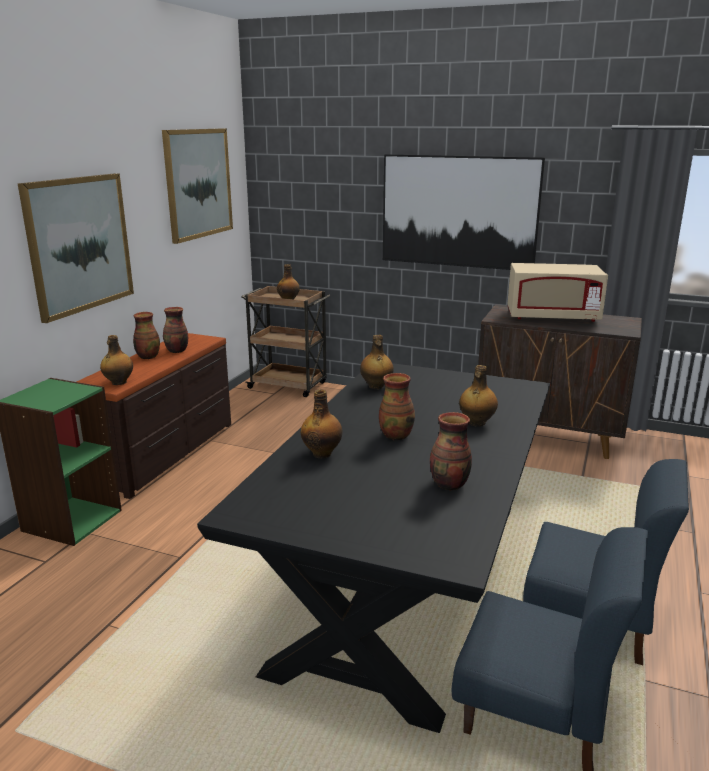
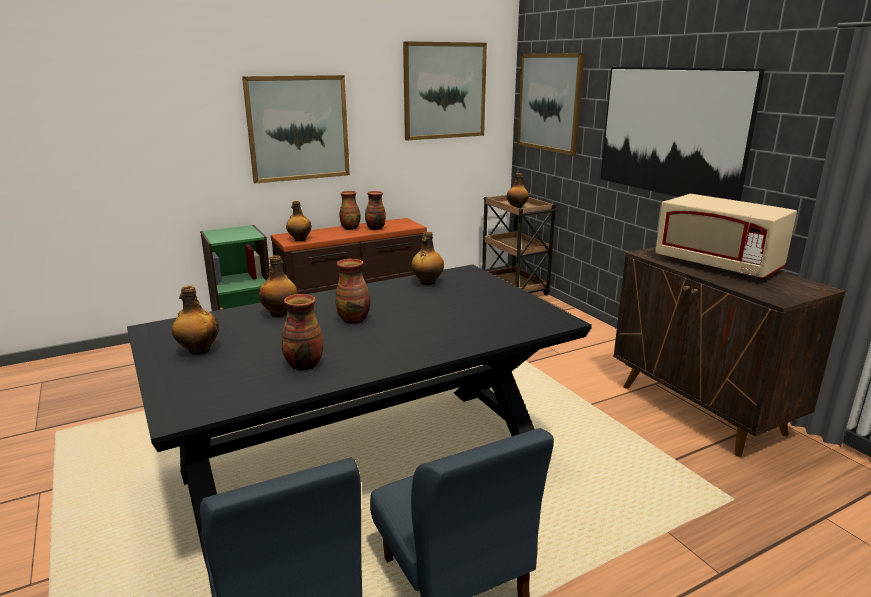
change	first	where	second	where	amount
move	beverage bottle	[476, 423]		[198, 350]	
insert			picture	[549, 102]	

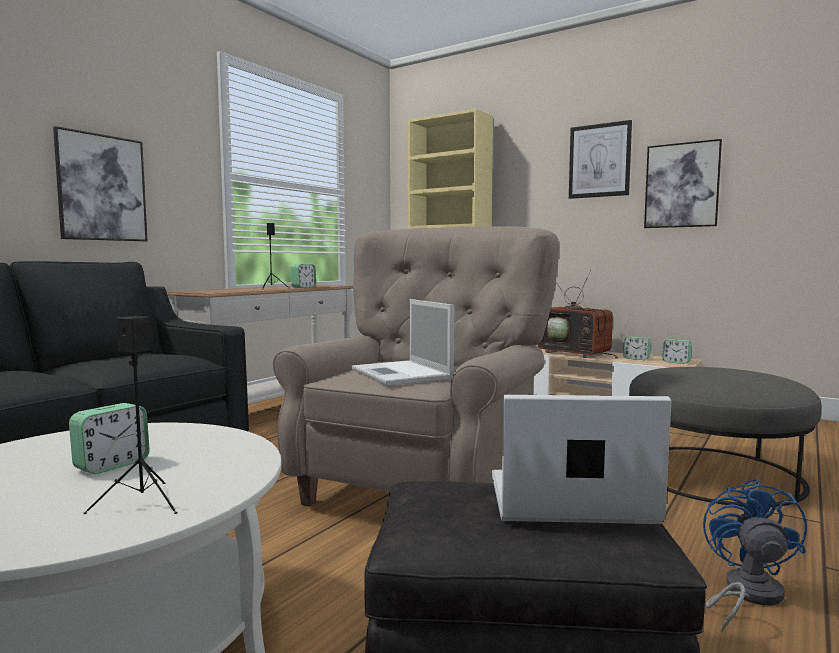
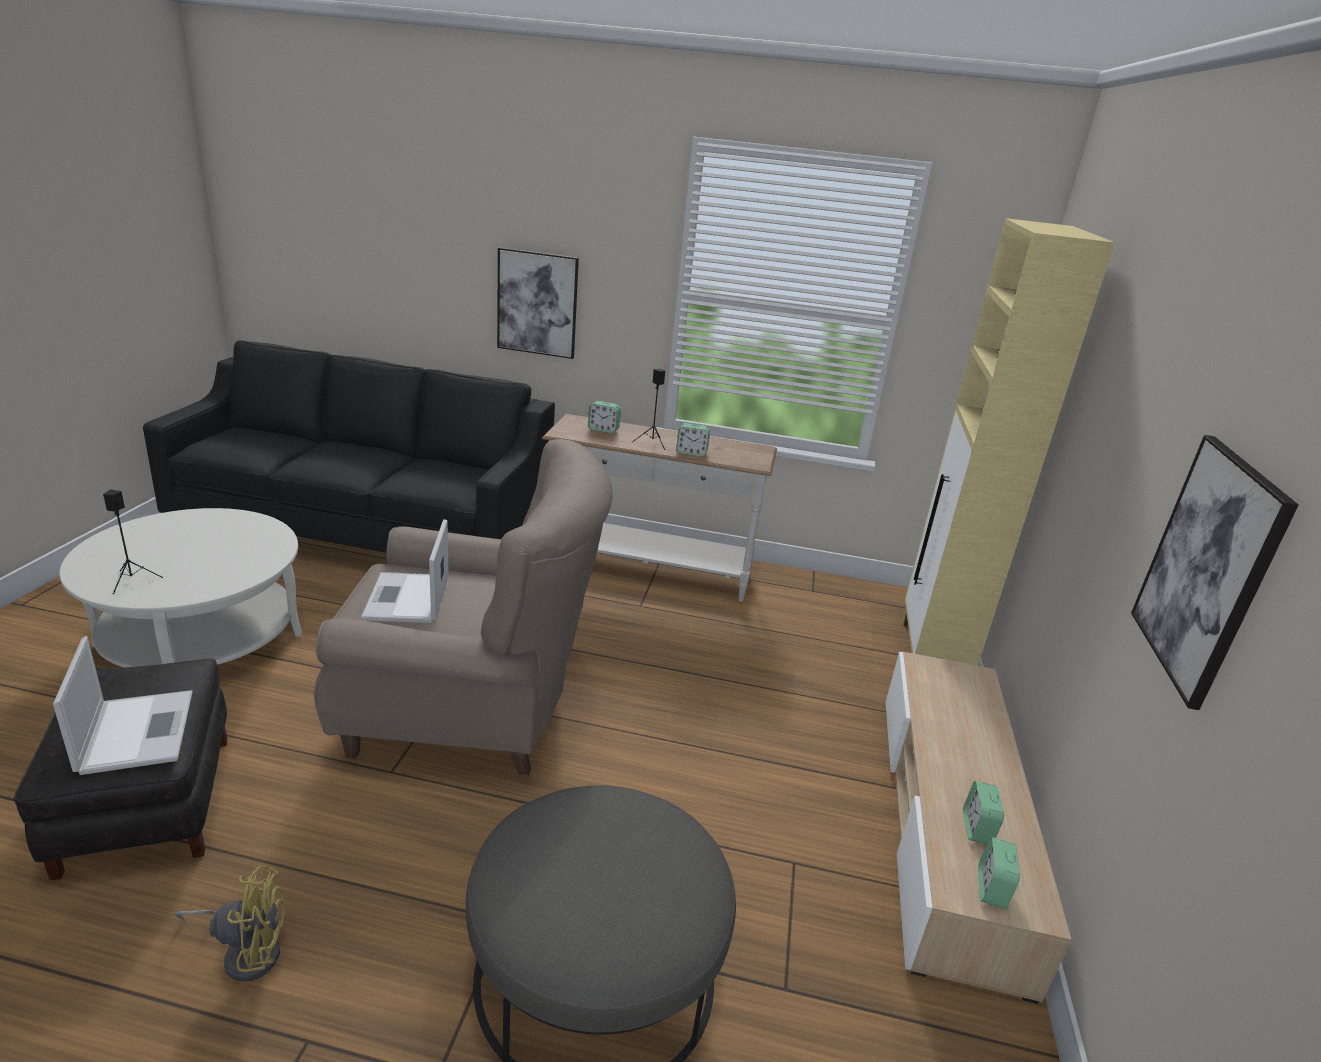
change	first	where	second	where	amount
delete	picture	[599, 160]			
delete	TV	[577, 353]			
rotate	notebook computer	[402, 374]		[407, 599]	45 degrees counterclockwise
move	table clock	[112, 465]		[603, 429]	
recolor	bluish fan	[746, 595]	yellowish fan	[246, 951]	

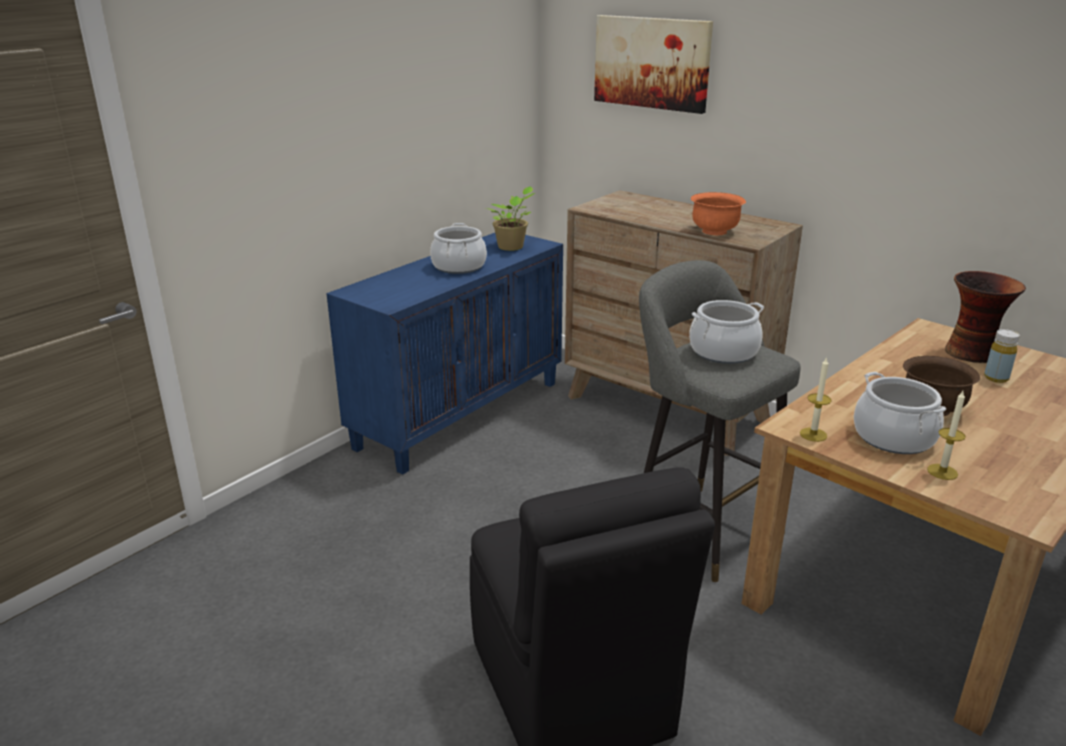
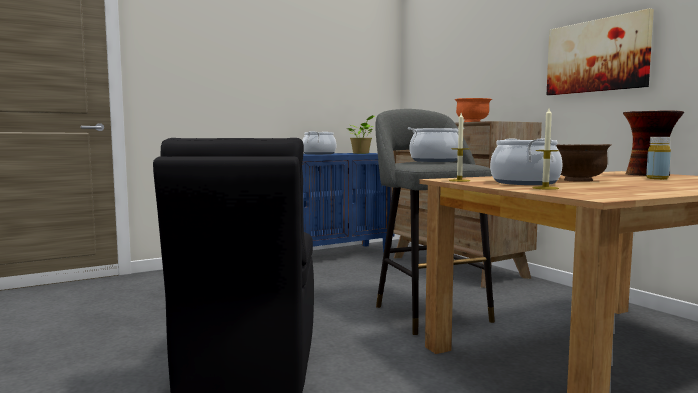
change	first	where	second	where	amount
move	picture	[652, 62]		[597, 56]	

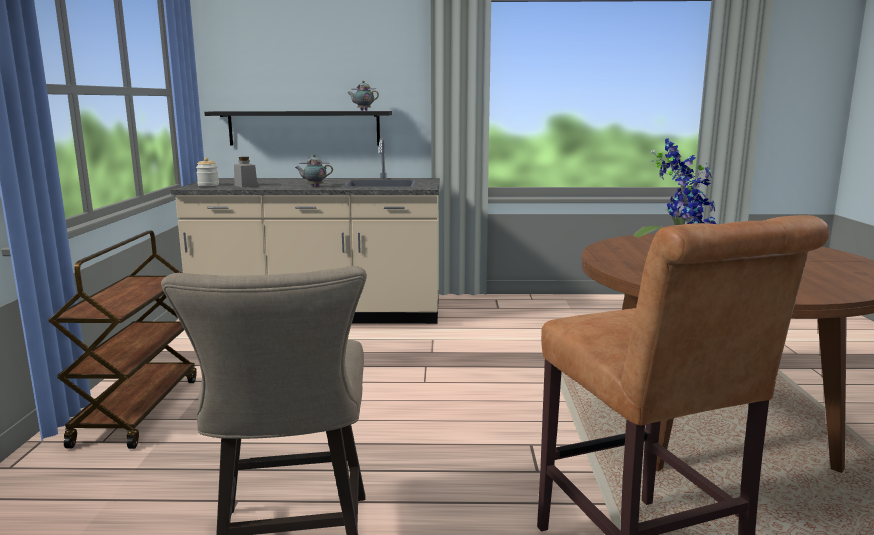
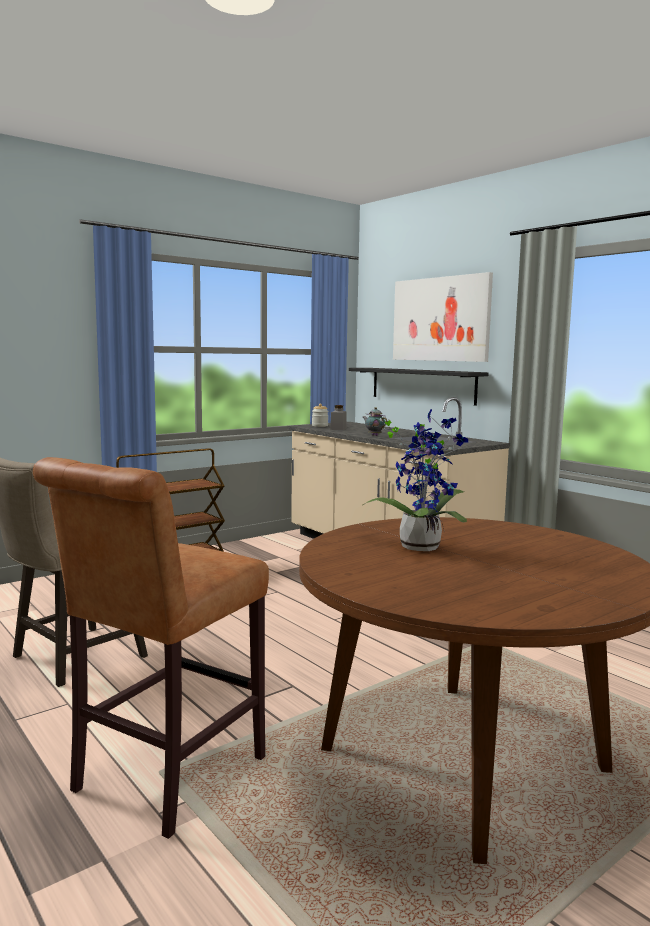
change	first	where	second	where	amount
delete	teapot	[363, 110]			
insert			picture	[440, 319]	

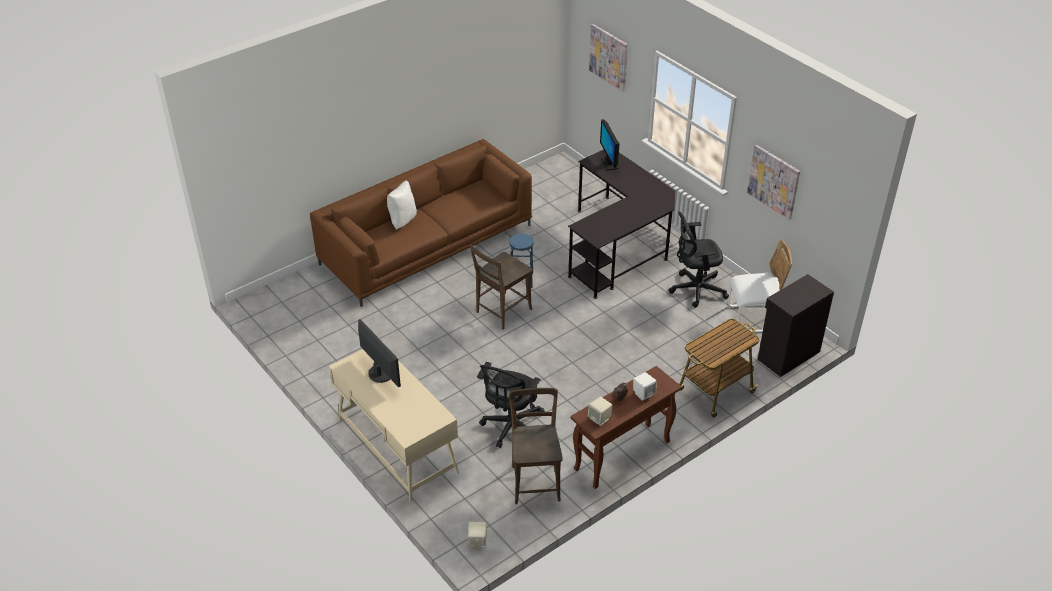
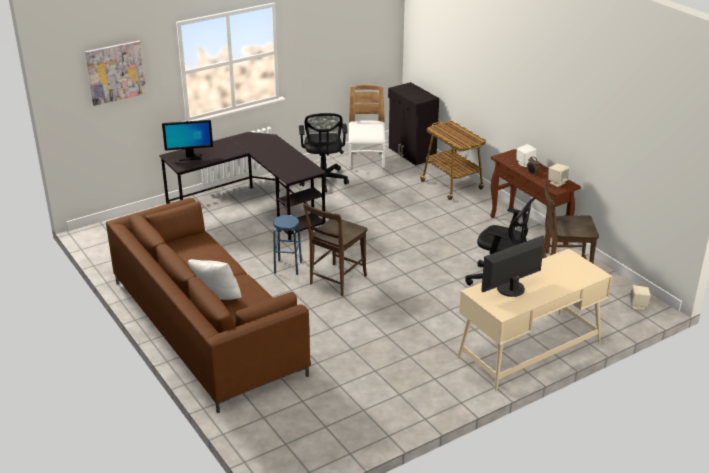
change	first	where	second	where	amount
delete	picture	[774, 181]			
rotate	brown-coloured plain chair	[501, 312]		[336, 281]	75 degrees clockwise

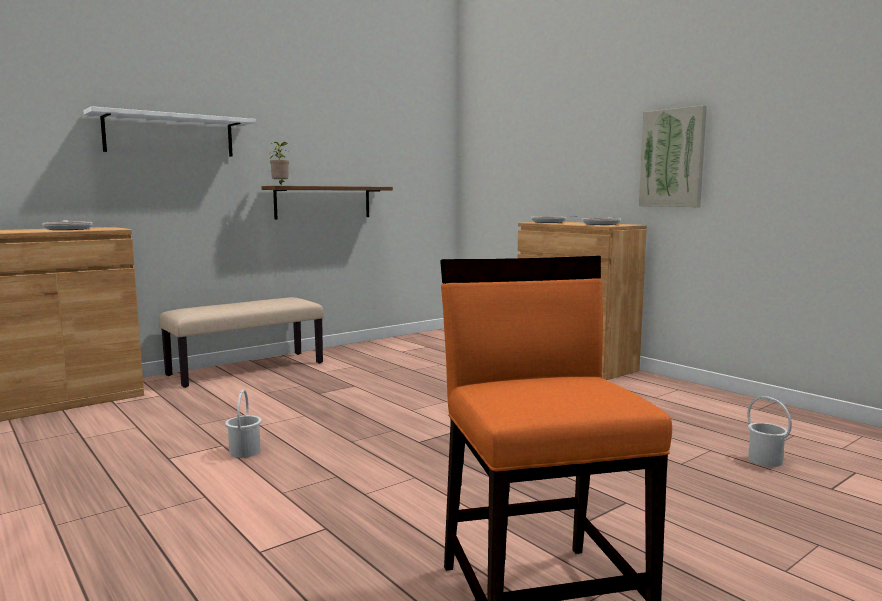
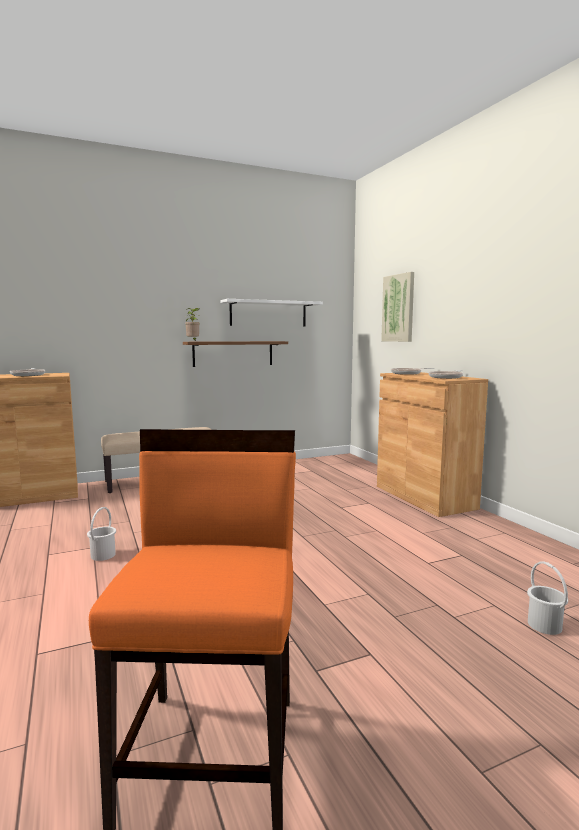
change	first	where	second	where	amount
move	picture	[672, 158]		[398, 308]	
move	white shelf	[170, 135]		[268, 313]	

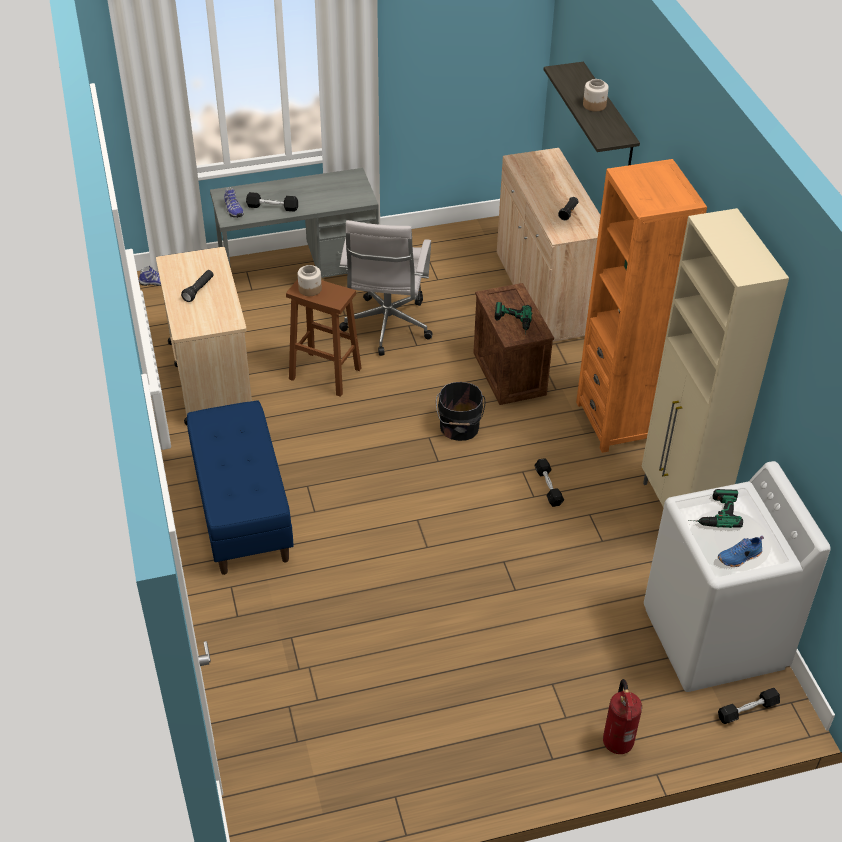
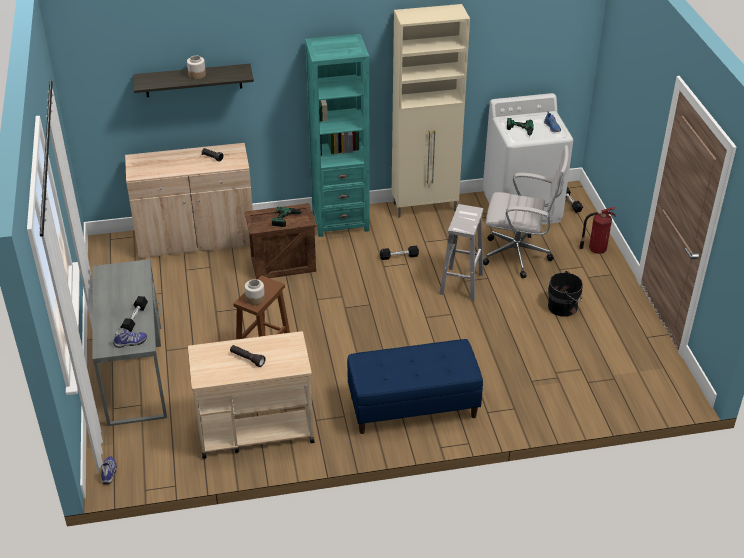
change	first	where	second	where	amount
recolor	orange-coloured bookcase	[618, 421]	turquoise-coloured bookcase	[340, 221]	
move	white computer chair	[386, 328]		[519, 256]	
move	black-coloured bucket	[459, 428]		[564, 307]	
insert			white sitting stool	[461, 284]	

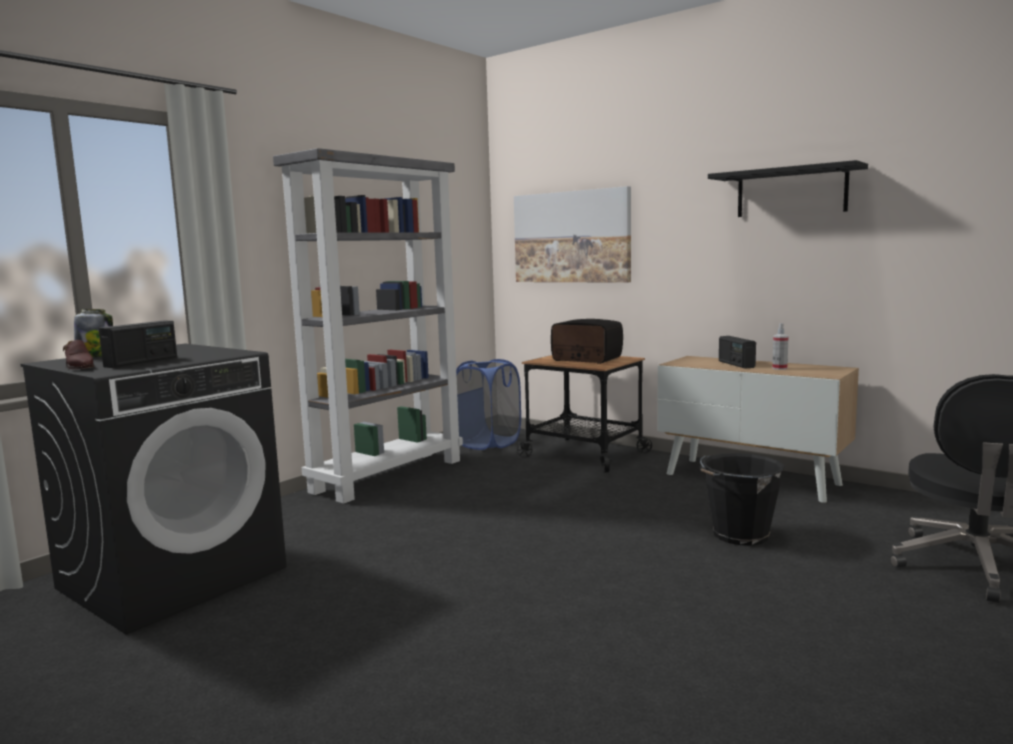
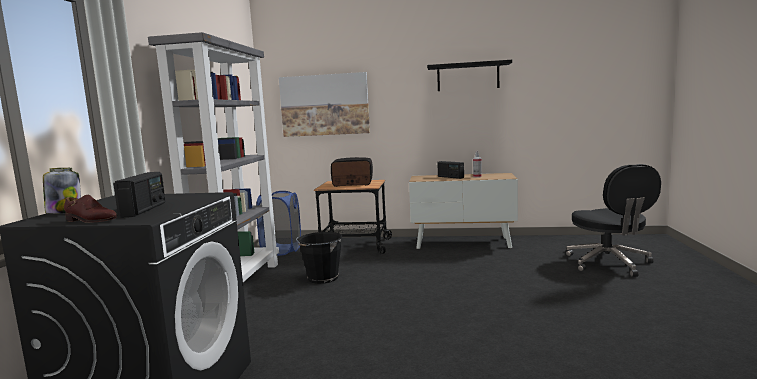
change	first	where	second	where	amount
move	black-coloured bucket	[738, 535]		[322, 278]	

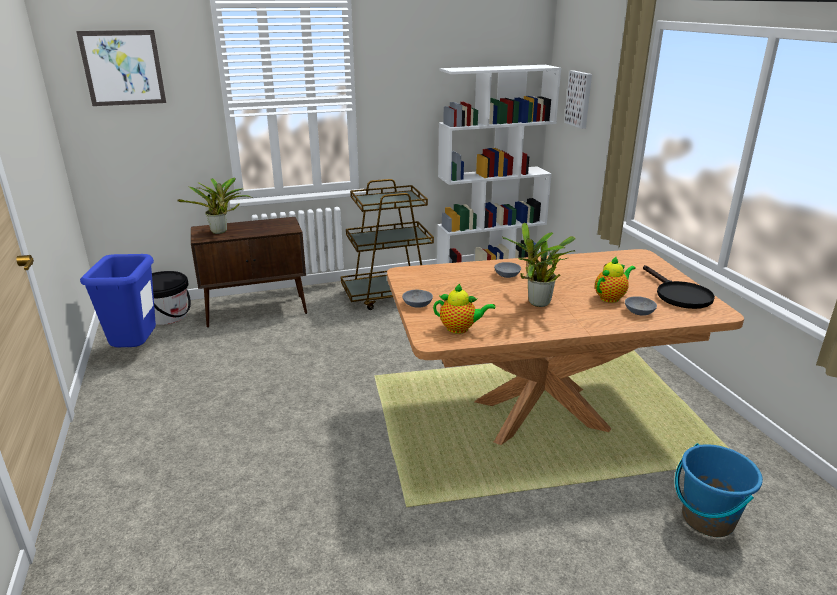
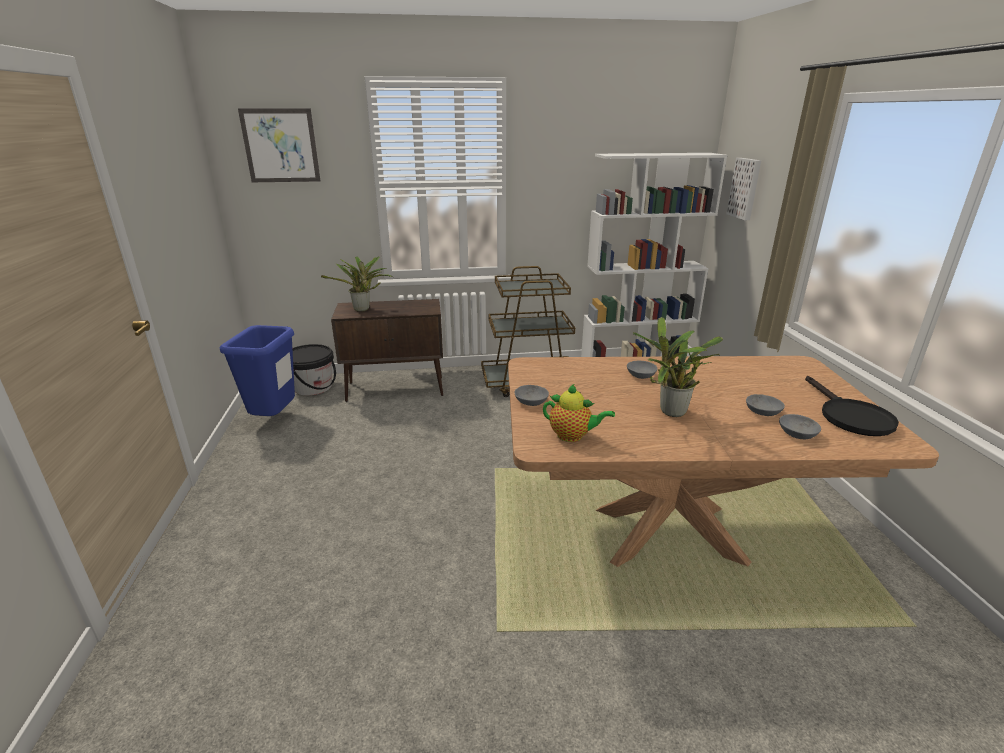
change	first	where	second	where	amount
replace	teapot	[611, 297]	gray bowl	[762, 412]	
delete	bluish bucket	[707, 519]			

